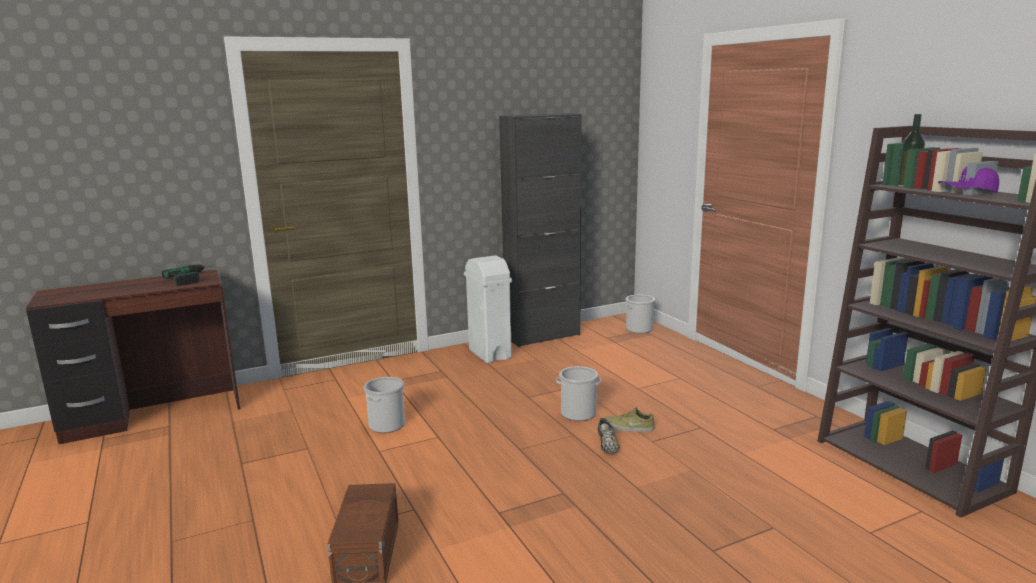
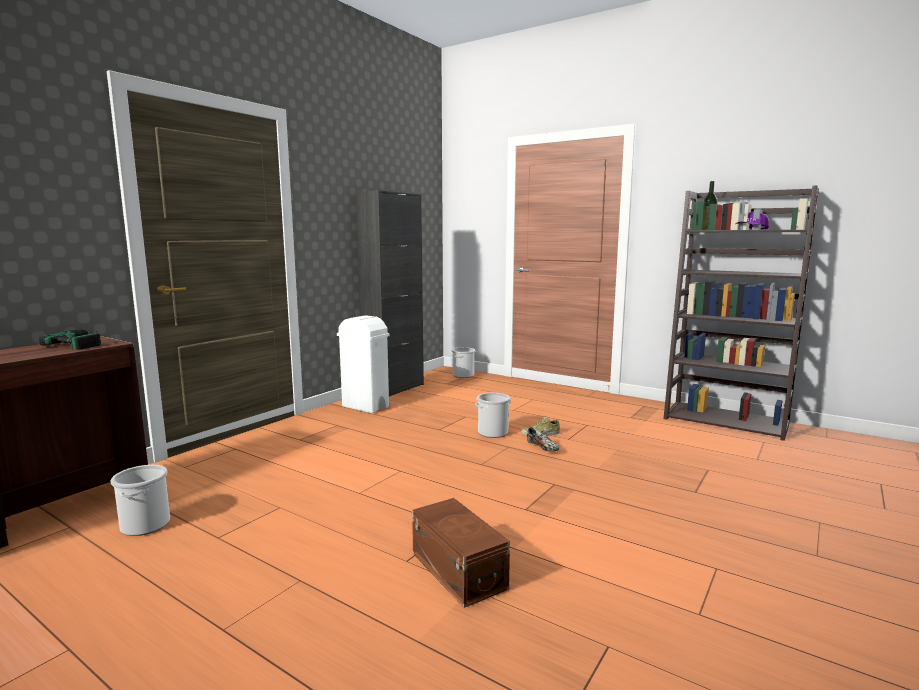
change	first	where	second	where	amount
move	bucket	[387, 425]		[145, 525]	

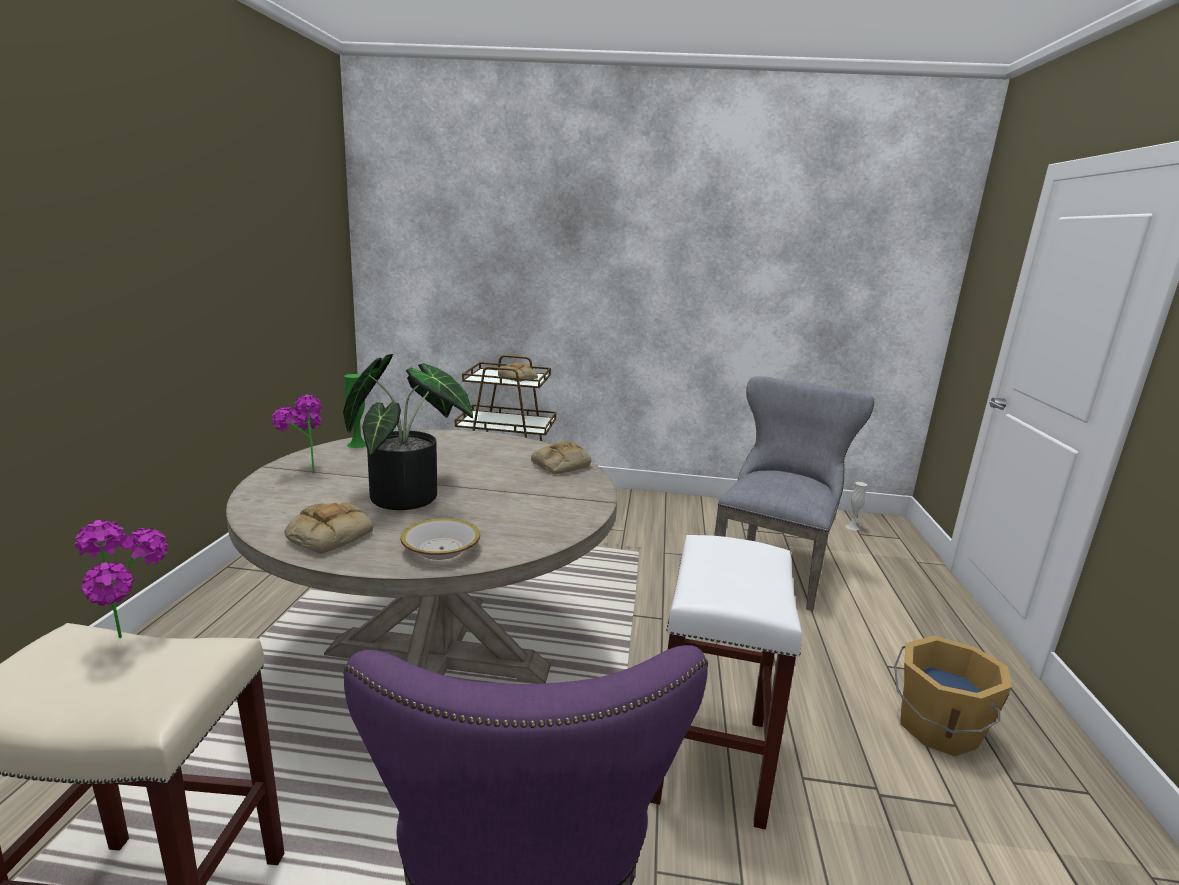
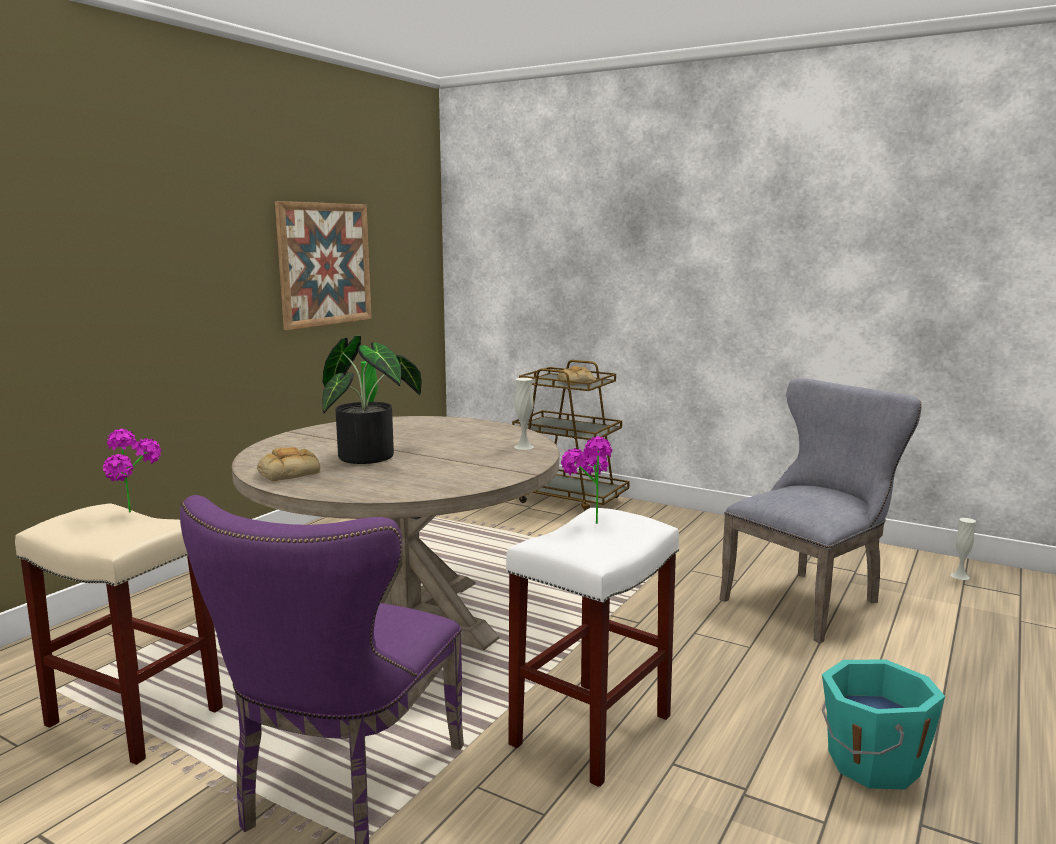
change	first	where	second	where	amount
move	plant in a pot	[304, 471]		[586, 521]	
replace	bakery bread	[560, 465]	white vase	[524, 447]	
delete	bowl	[441, 549]			
recolor	orange-coloured bucket	[936, 728]	turquoise-coloured bucket	[871, 763]	
insert			picture	[325, 264]	

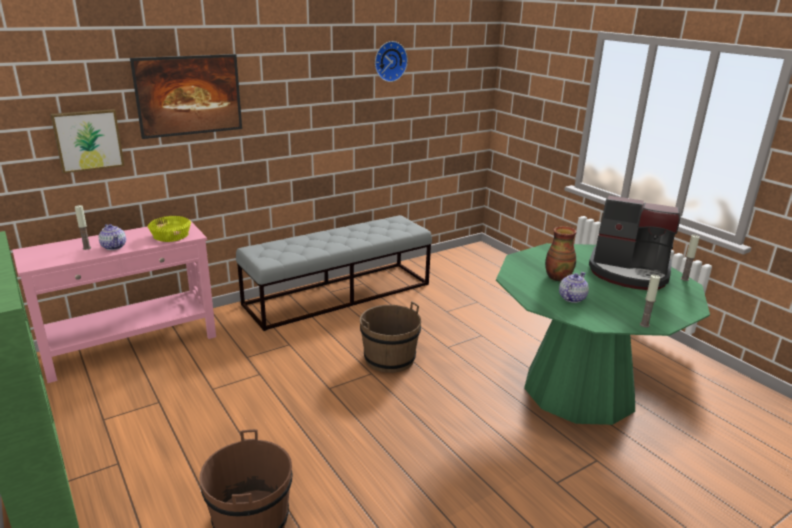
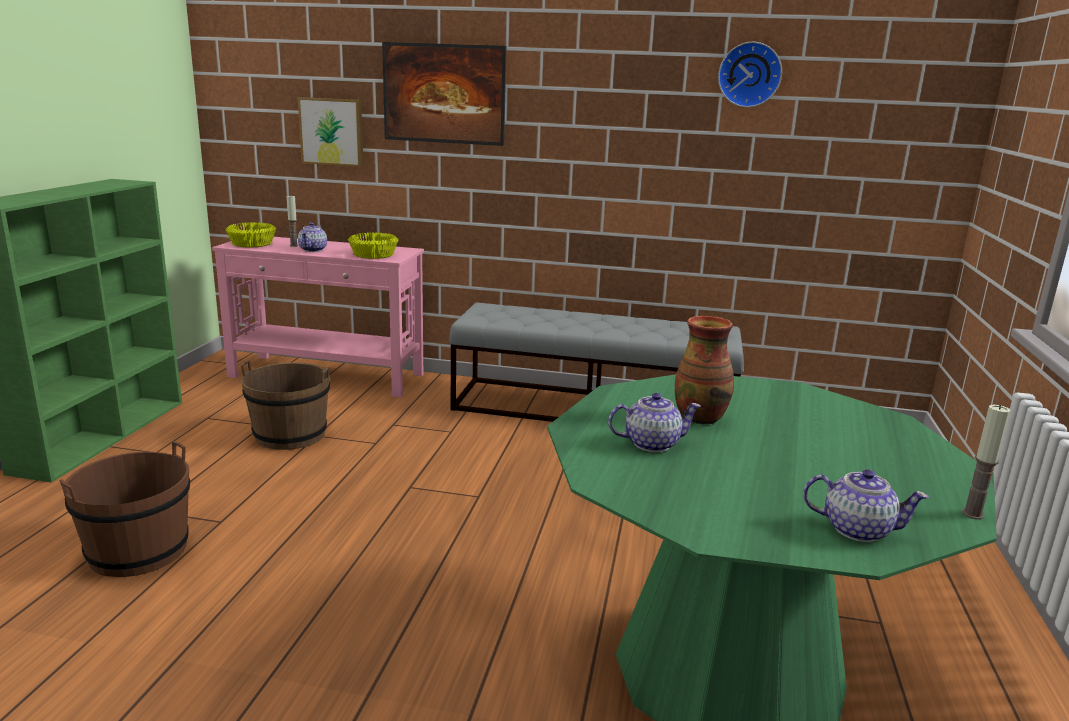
change	first	where	second	where	amount
delete	coffee machine	[629, 272]			
delete	candle	[644, 325]			
move	brown-coloured bucket	[389, 359]		[290, 435]	
insert			yellowish bowl	[252, 243]	
insert			teapot	[856, 529]	

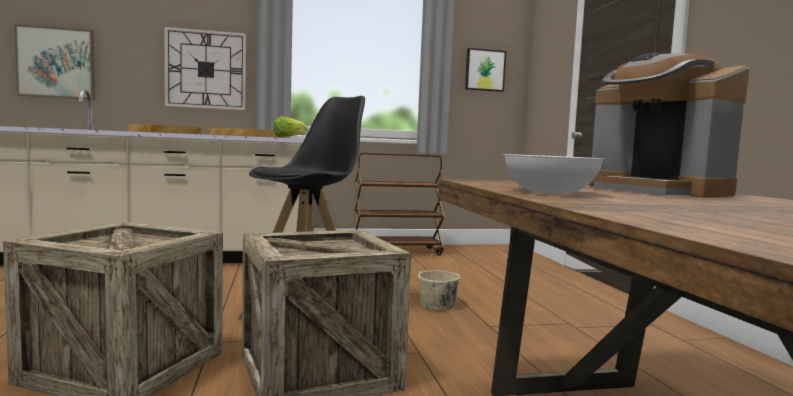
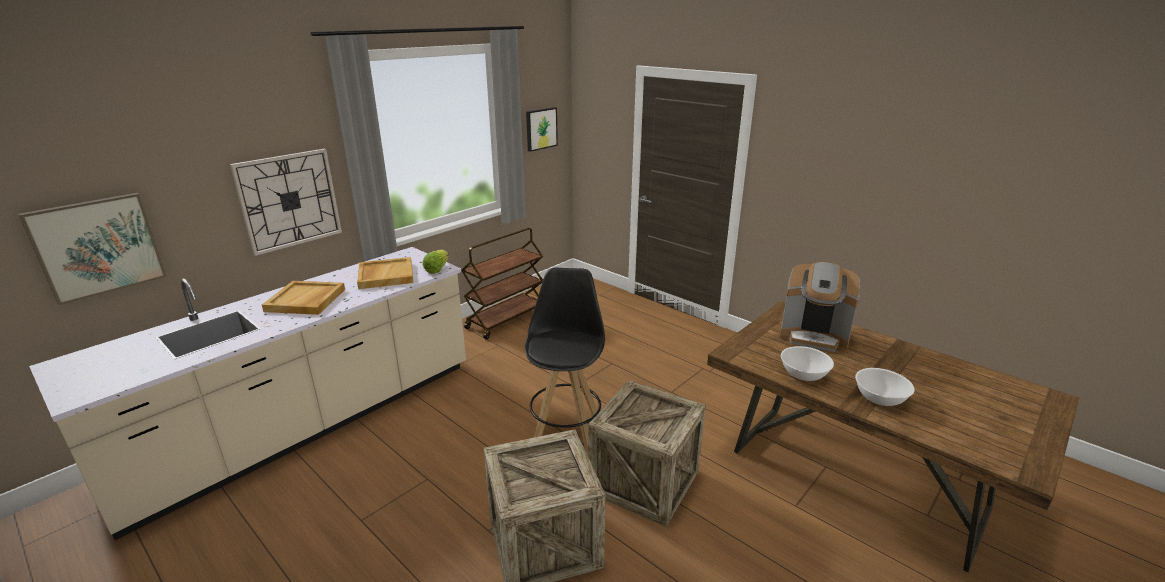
change	first	where	second	where	amount
delete	beige bucket	[438, 305]			
insert			white bowl	[880, 398]	

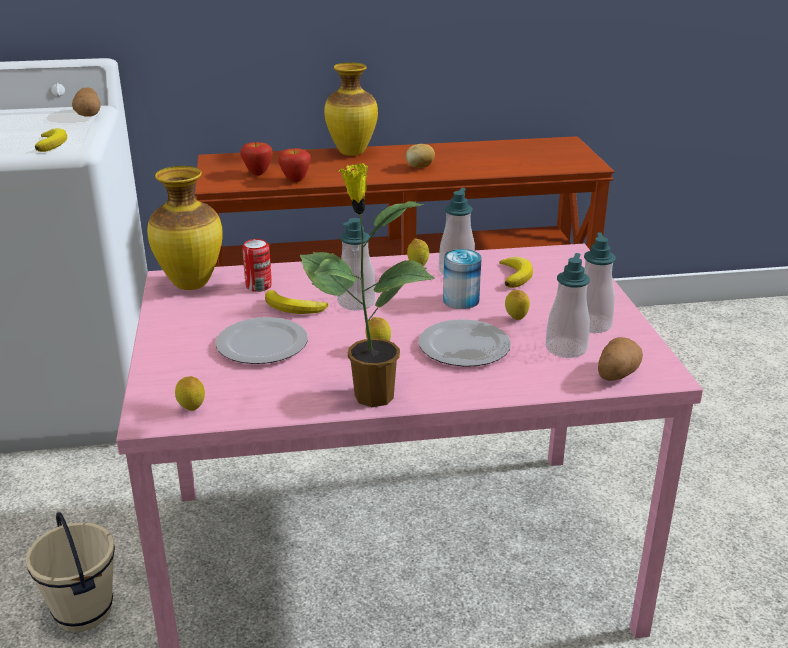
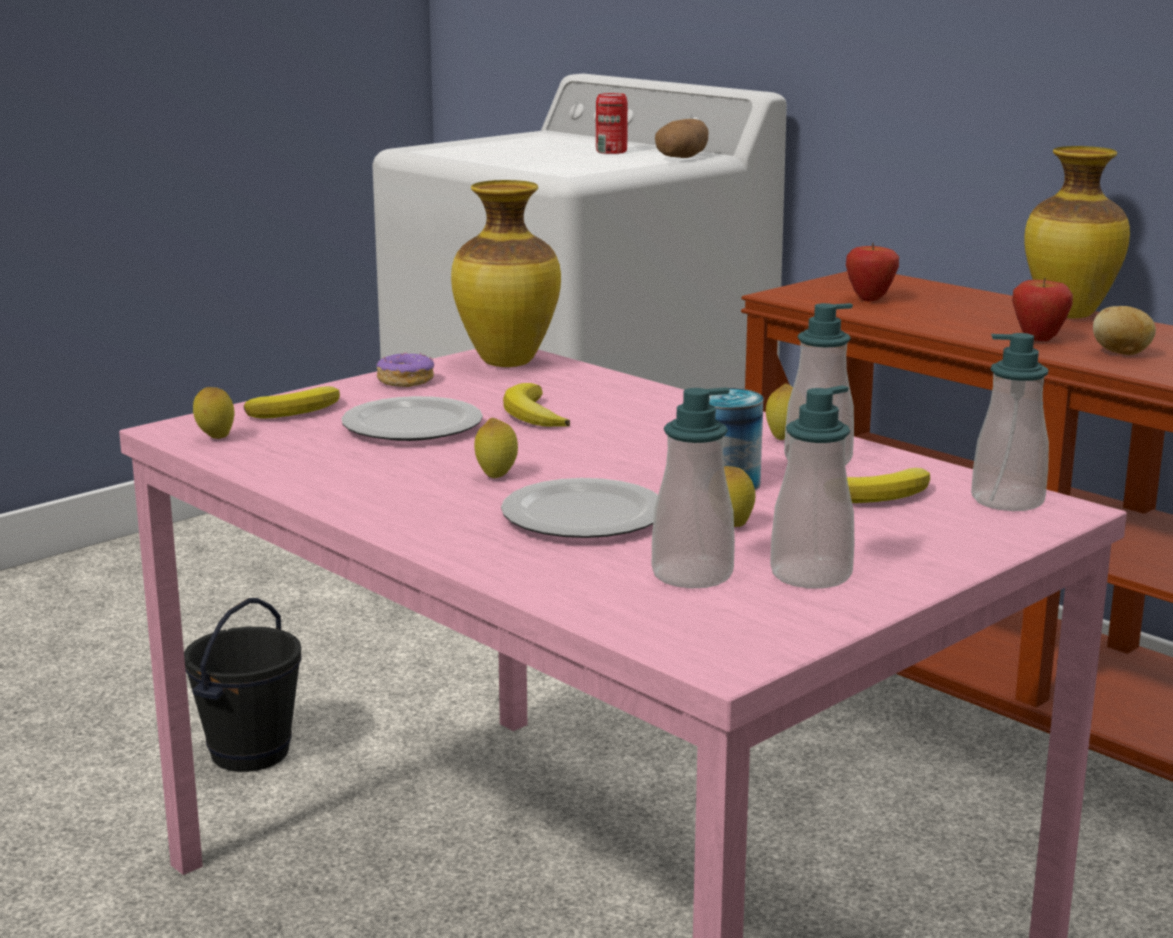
change	first	where	second	where	amount
move	banana	[52, 144]		[299, 410]	
move	whole apple	[295, 181]		[1038, 340]	
delete	plant in a pot	[371, 396]			
move	liquid soap bottle	[356, 302]		[1007, 500]	
move	sealed can	[258, 286]		[611, 151]	
delete	whole potato	[616, 374]			
recolor	beige bucket	[82, 612]	black-coloured bucket	[249, 753]	
insert			ring doughnut	[405, 381]	

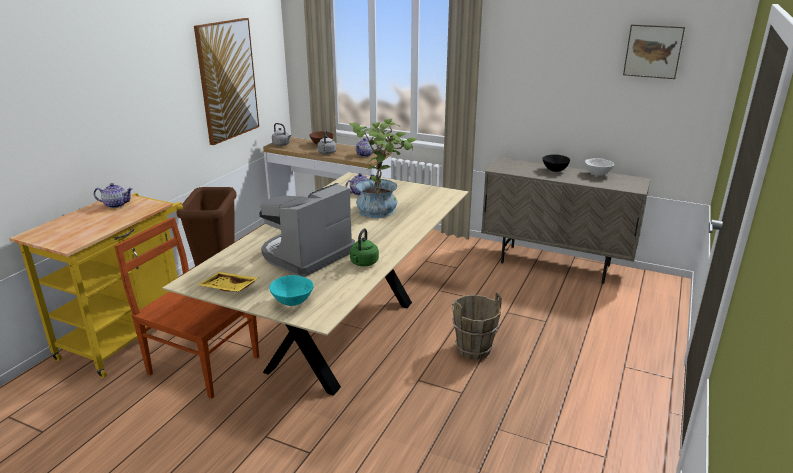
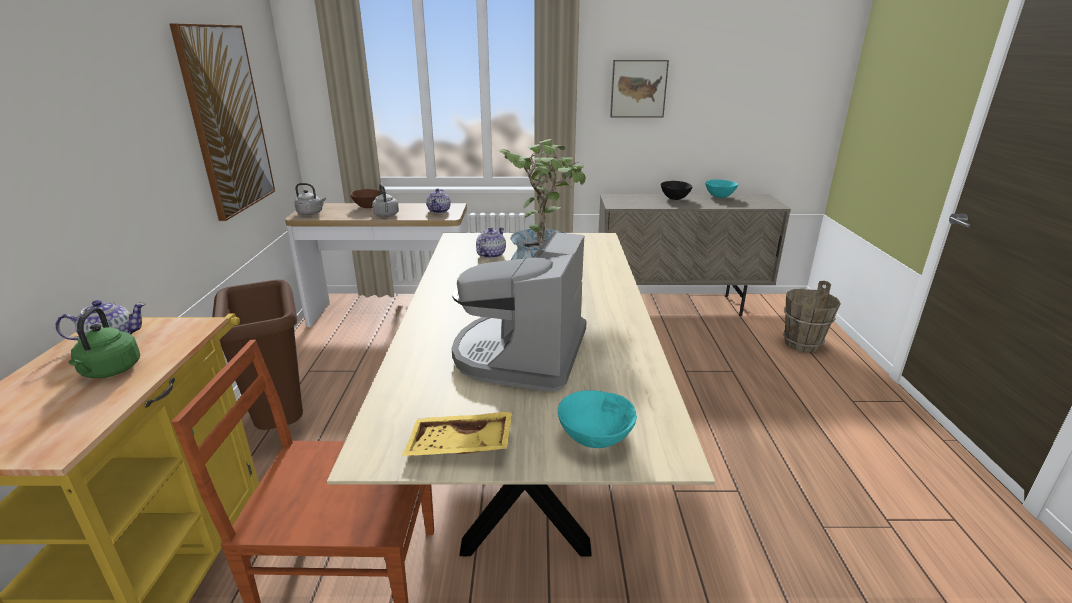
change	first	where	second	where	amount
move	picture	[653, 51]		[638, 88]	
recolor	white bowl	[598, 174]	turquoise-coloured bowl	[719, 197]	
move	greenish water kettle	[363, 263]		[110, 371]	
move	brown-coloured bucket	[473, 349]		[801, 344]	

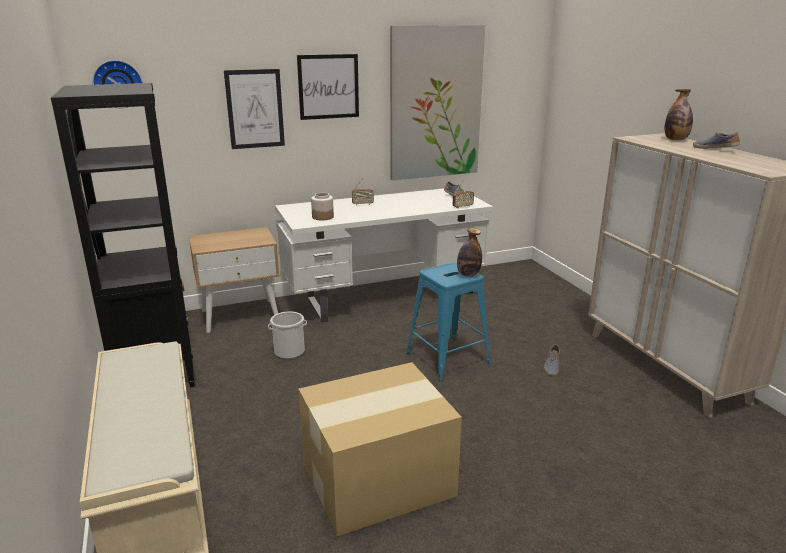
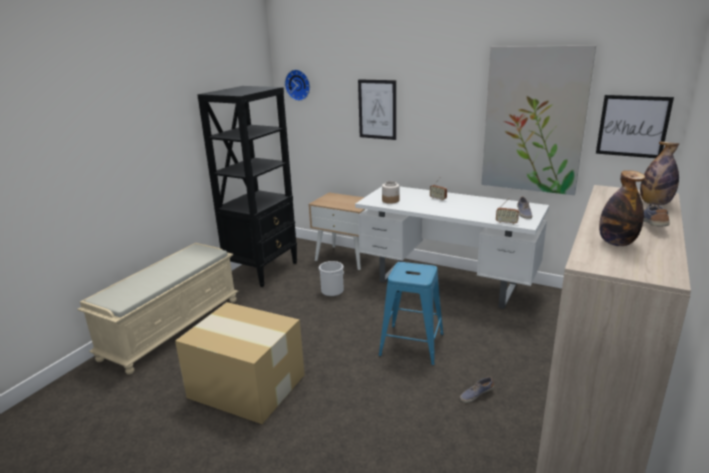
change	first	where	second	where	amount
move	picture	[328, 86]		[632, 126]	
move	beverage bottle	[468, 275]		[616, 243]	

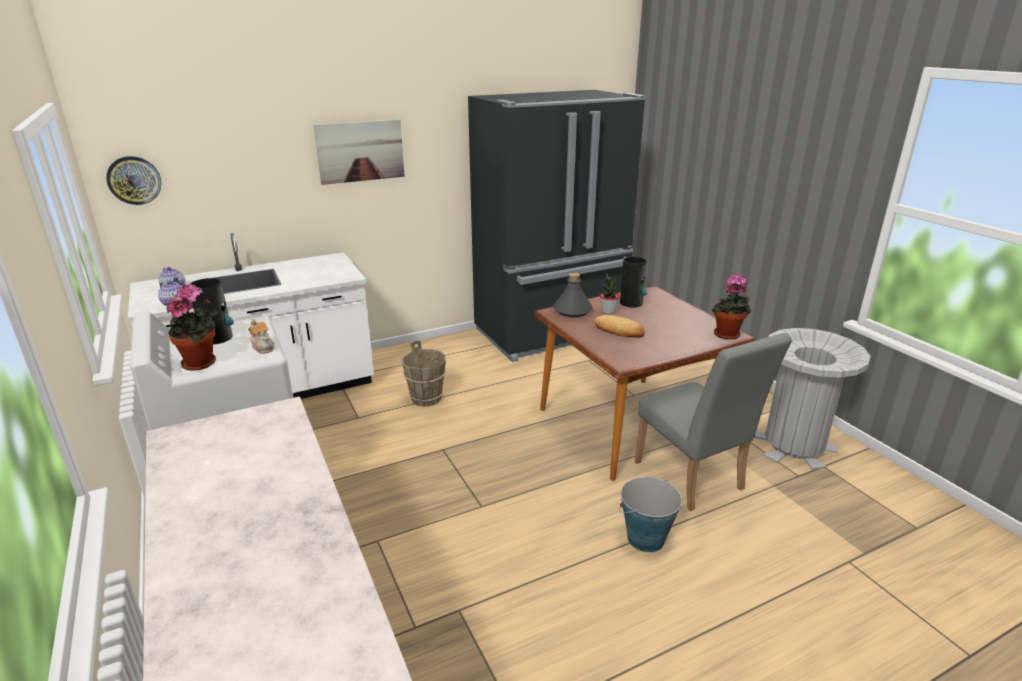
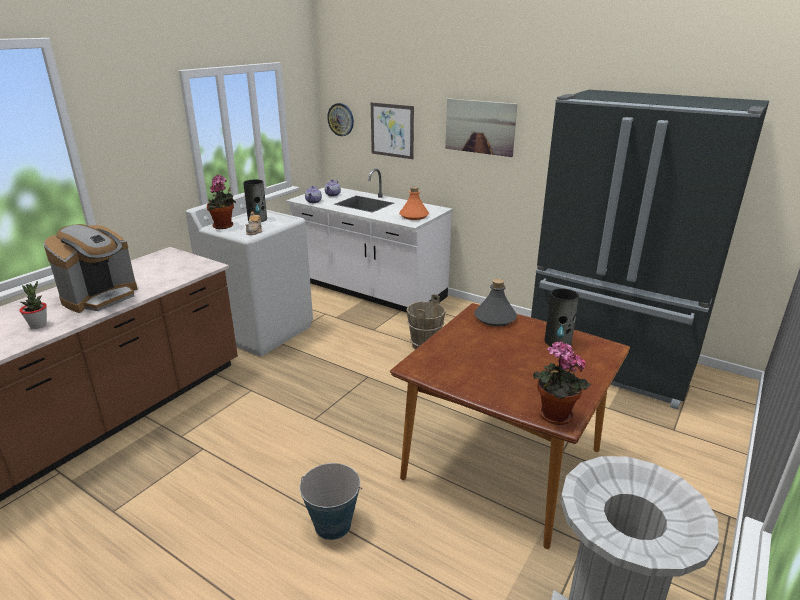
change	first	where	second	where	amount
move	plant in a pot	[608, 311]		[38, 325]	
delete	bakery bread	[618, 330]			
delete	gray plain chair	[693, 480]			
insert			picture	[392, 130]	
insert			orange-coloured beverage bottle	[414, 216]	
insert			coffee machine	[101, 297]	

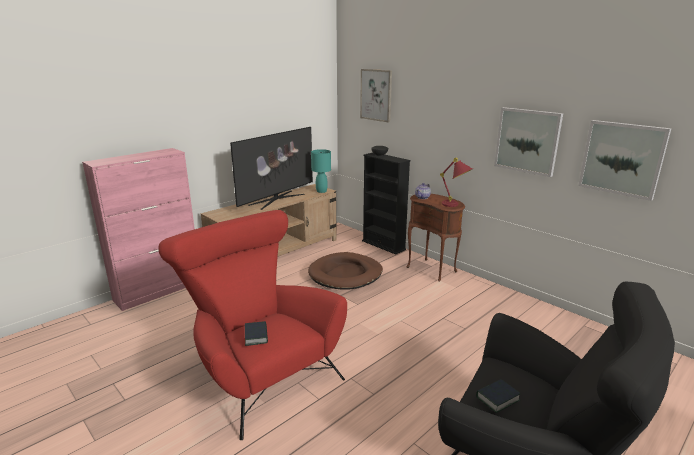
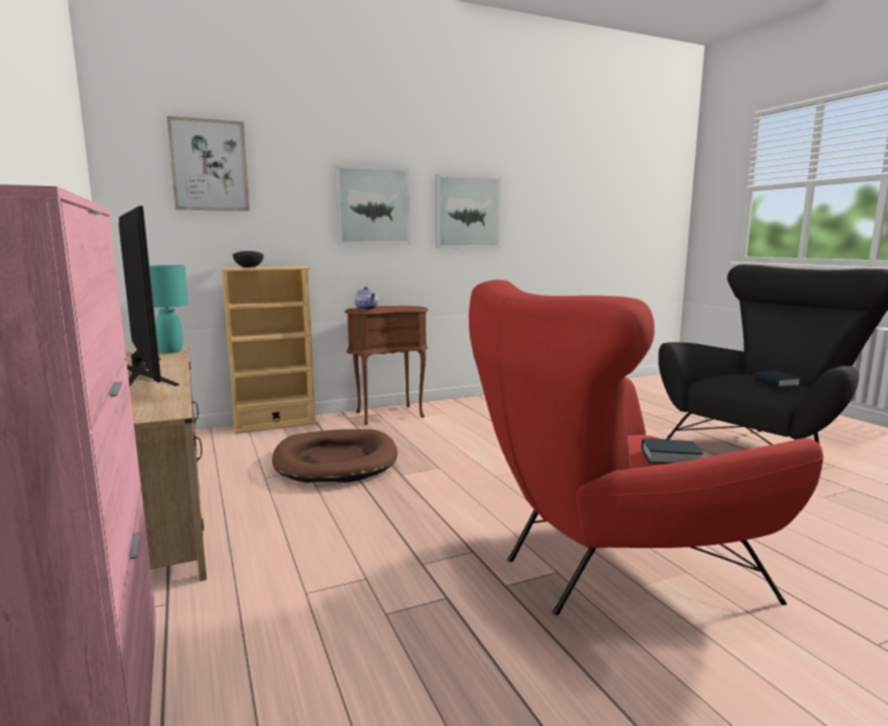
change	first	where	second	where	amount
move	picture	[622, 158]		[372, 206]	
recolor	black-coloured bookcase	[383, 245]	beige bookcase	[275, 424]	
delete	red table lamp	[455, 205]			

